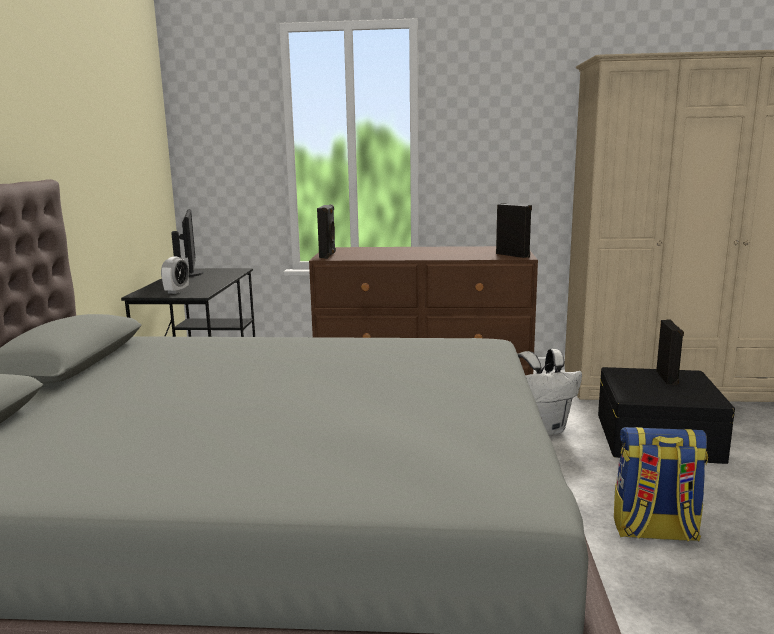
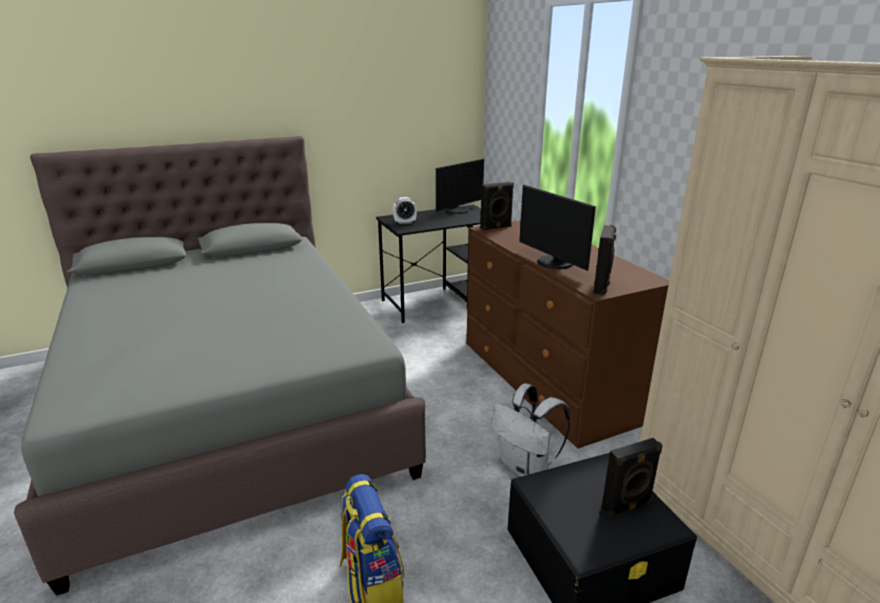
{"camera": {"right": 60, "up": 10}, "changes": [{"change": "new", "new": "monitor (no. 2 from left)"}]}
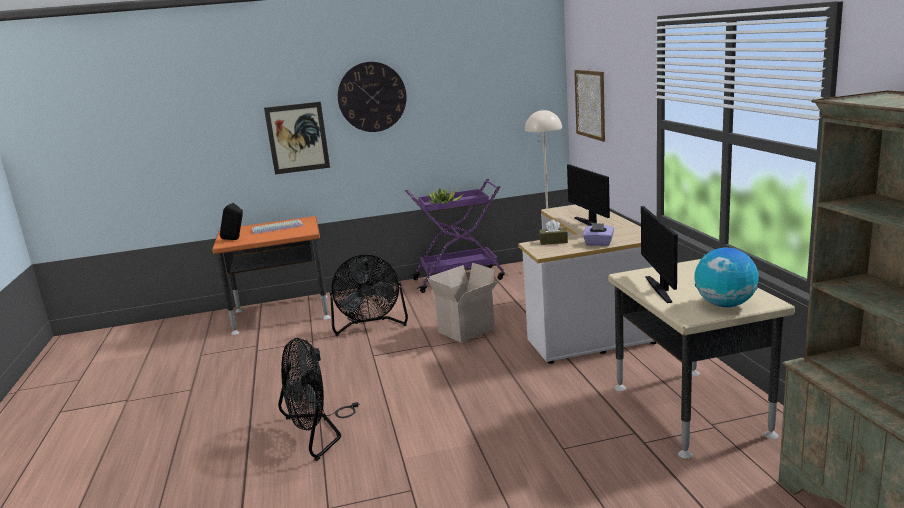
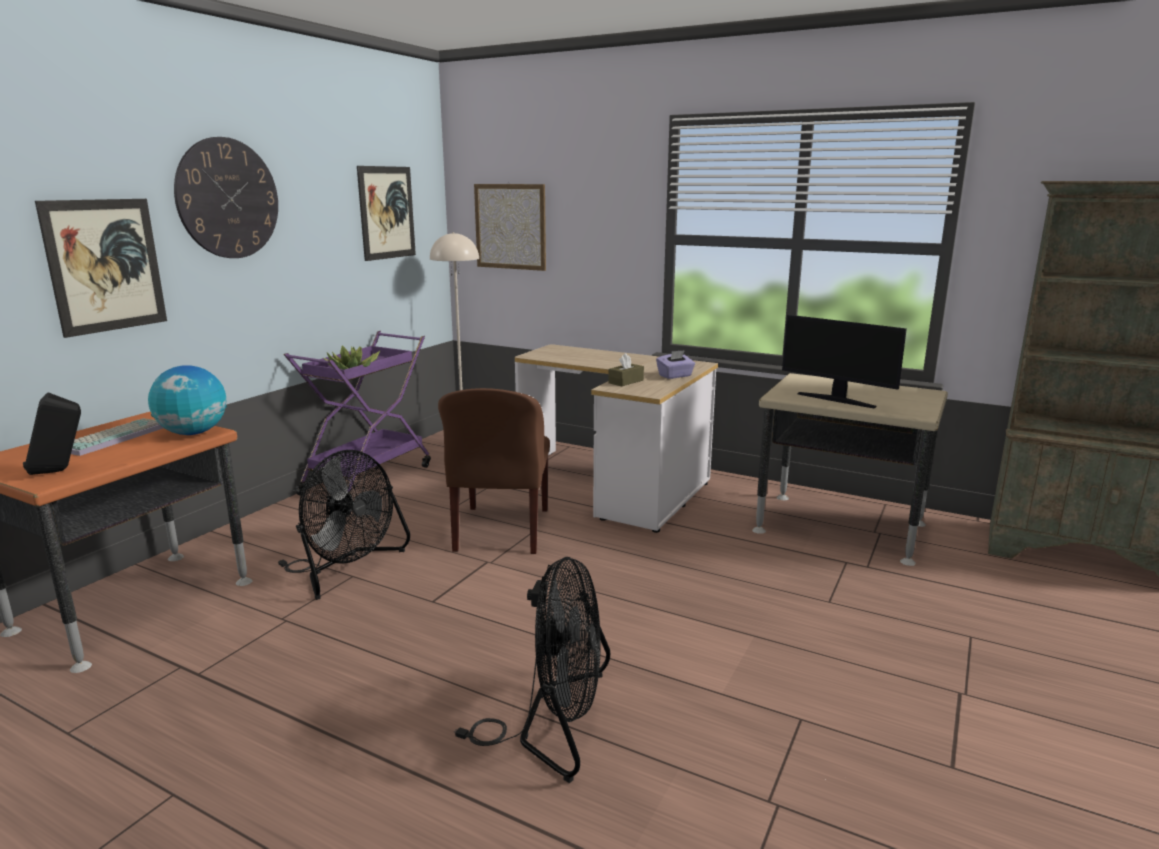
{"camera": {"right": -50, "up": 0}, "changes": [{"change": "shifted", "old": "globe"}, {"change": "new", "new": "picture (no. 2 from left)"}, {"change": "swapped", "old": "cardboard box", "new": "chair in brown"}, {"change": "rotated", "old": "fan in black (no. 1 from left in the first image)", "degrees": -90}, {"change": "gone", "old": "monitor (no. 1 from left)"}]}
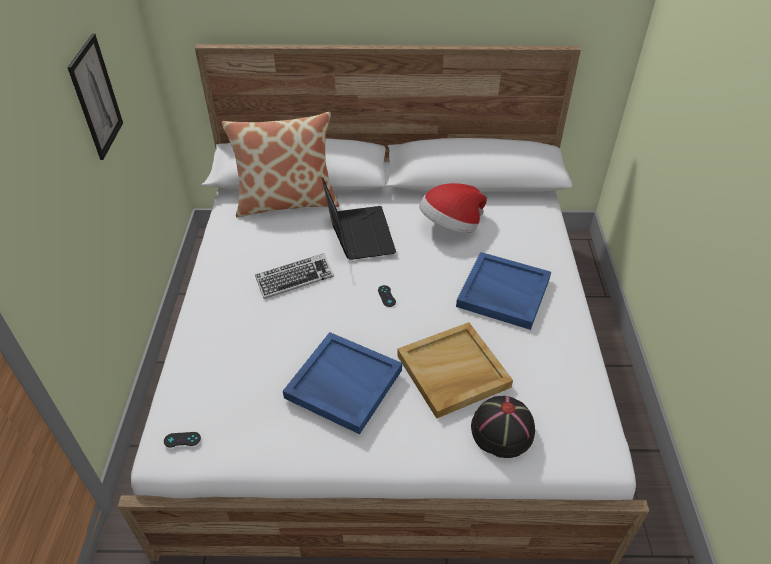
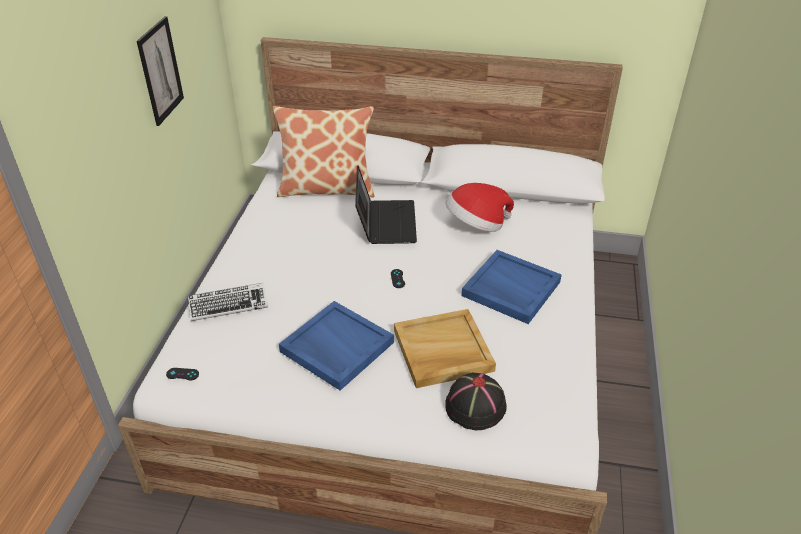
{"camera": {"right": 10, "up": -5}, "changes": [{"change": "shifted", "old": "keyboard"}]}
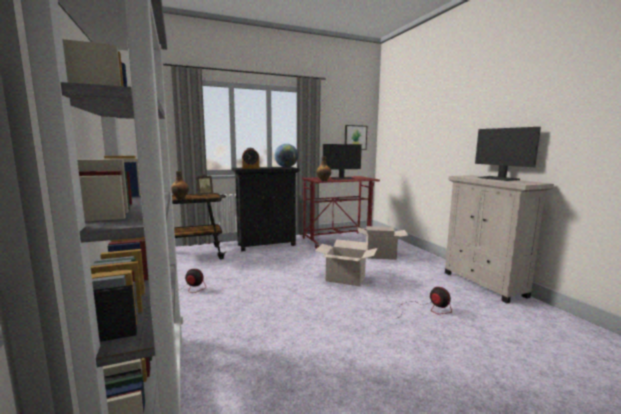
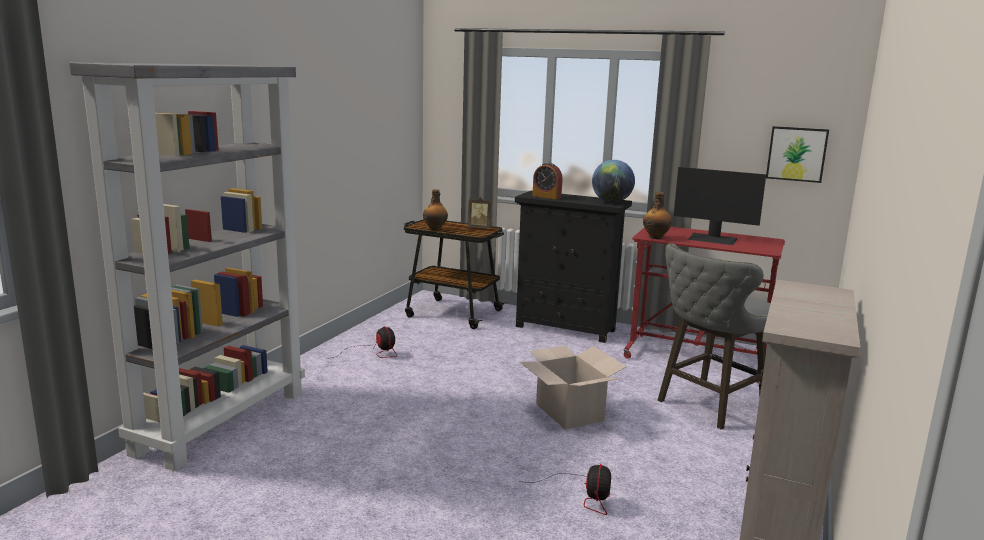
{"camera": {"right": 45, "up": 5}, "changes": [{"change": "swapped", "old": "cardboard box (no. 2 from left)", "new": "stool in grey"}, {"change": "gone", "old": "monitor (no. 2 from left)"}]}
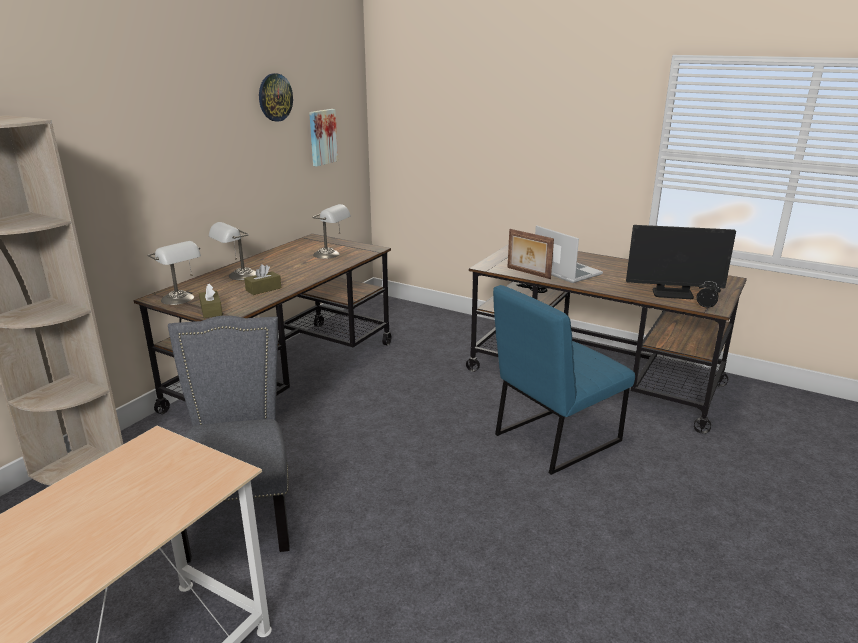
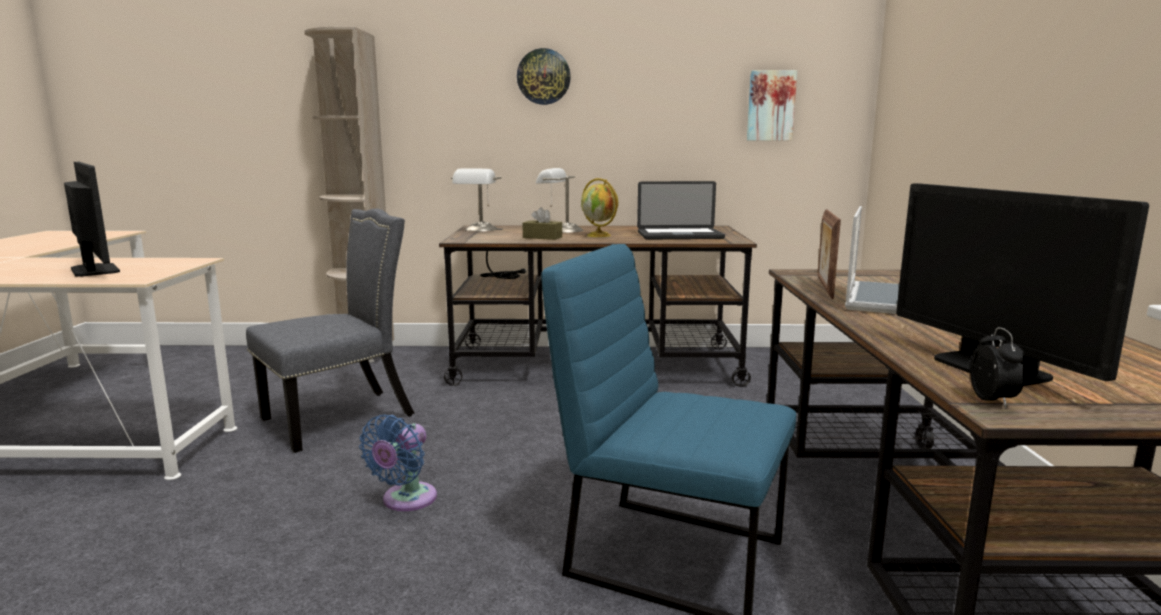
{"camera": {"right": 60, "up": -10}, "changes": [{"change": "new", "new": "monitor (no. 1 from left)"}, {"change": "new", "new": "fan in blue"}, {"change": "shifted", "old": "wall clock"}, {"change": "new", "new": "globe"}, {"change": "swapped", "old": "table lamp in white (no. 3 from left)", "new": "laptop (no. 1 from left)"}, {"change": "gone", "old": "tissue box in brown (no. 1 from left)"}]}
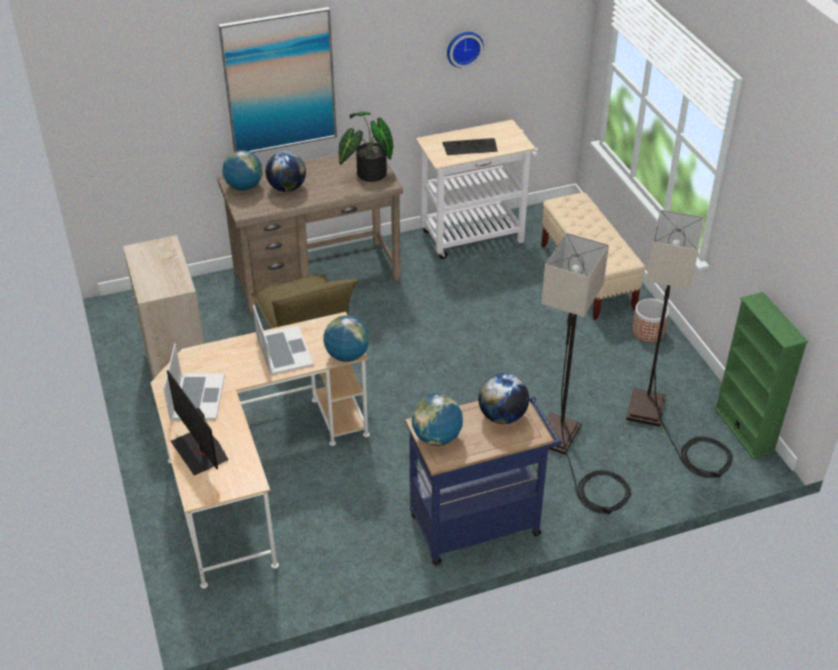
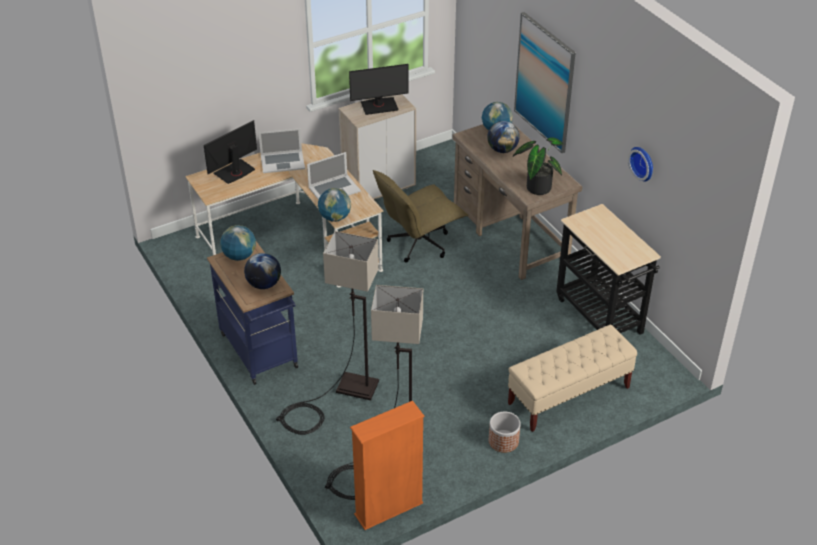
{"camera": {"right": 80, "up": 0}, "changes": [{"change": "new", "new": "monitor (no. 2 from left)"}, {"change": "repainted", "old": "bookcase in green", "new": "bookcase in orange"}, {"change": "repainted", "old": "cart in white", "new": "cart in black"}, {"change": "gone", "old": "keyboard"}]}
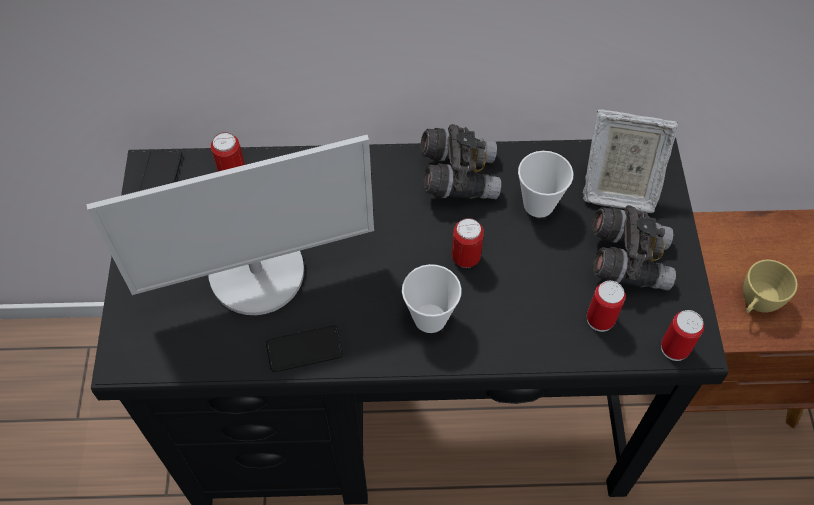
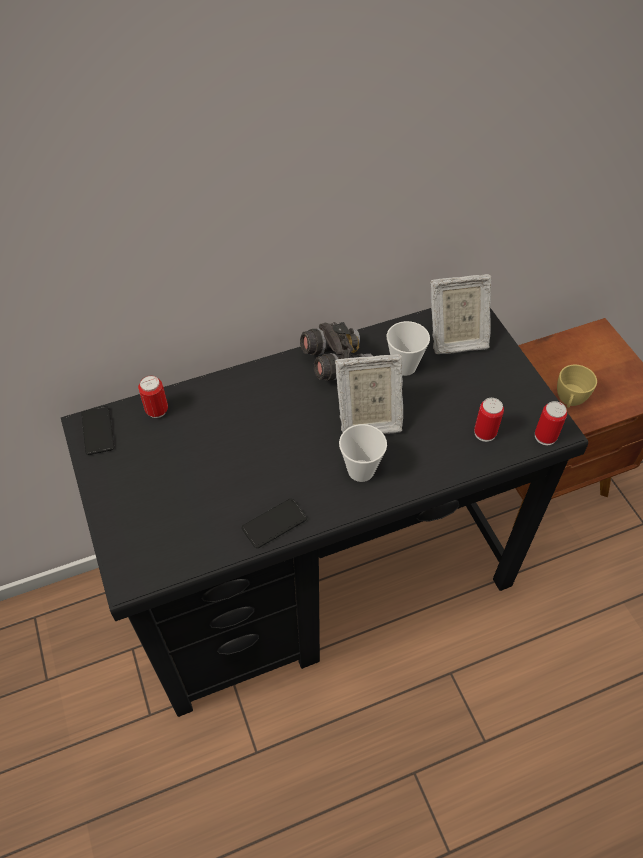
{"camera": {"right": -20, "up": -5}, "changes": [{"change": "swapped", "old": "can (no. 2 from left)", "new": "picture frame (no. 1 from left)"}, {"change": "gone", "old": "monitor"}, {"change": "gone", "old": "binoculars in grey (no. 2 from left)"}]}
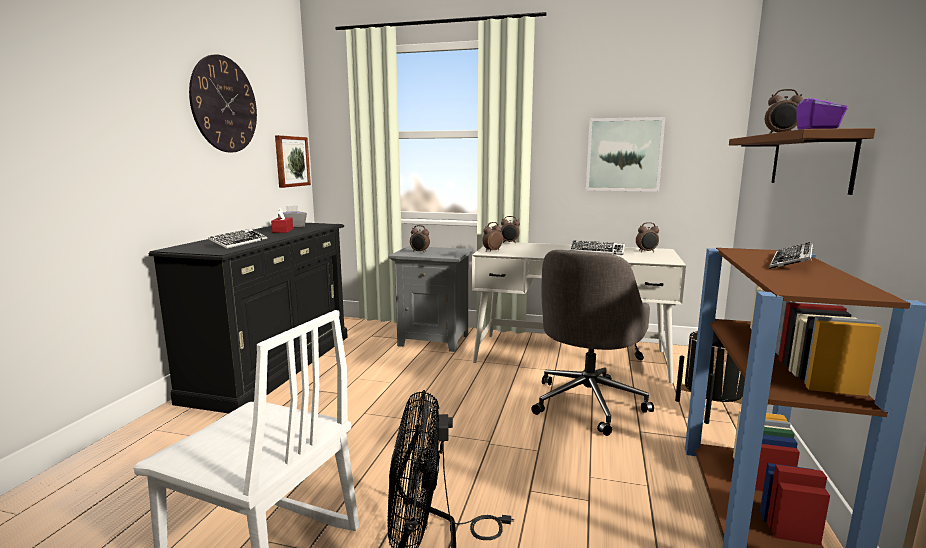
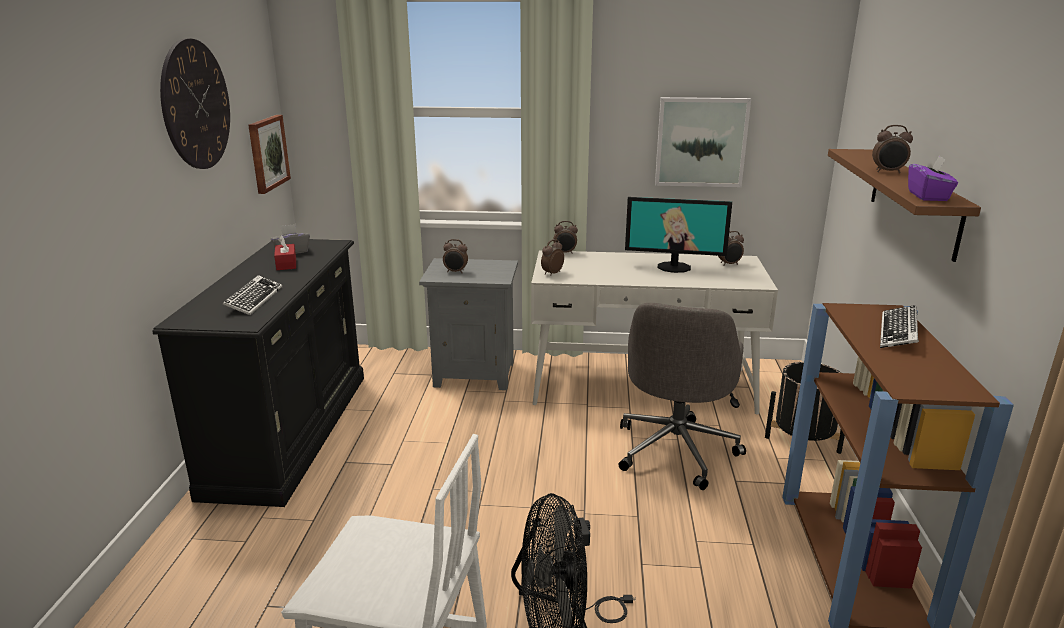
{"camera": {"right": -10, "up": 10}, "changes": [{"change": "swapped", "old": "keyboard (no. 2 from left)", "new": "monitor"}]}
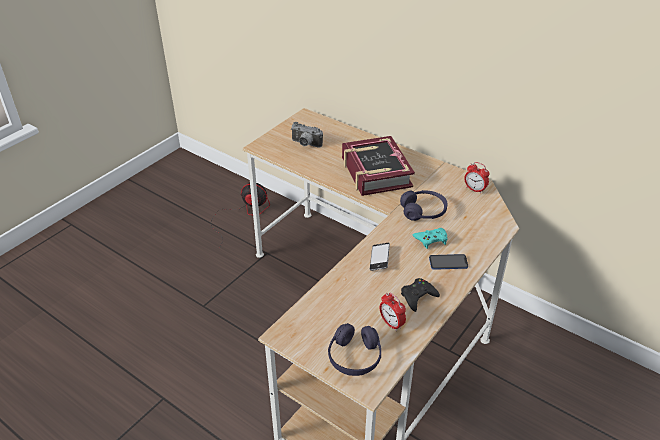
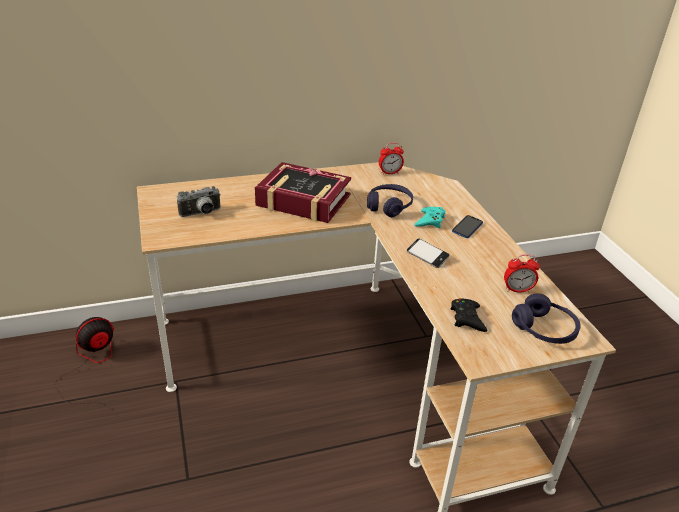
{"camera": {"right": -55, "up": -5}, "changes": [{"change": "shifted", "old": "game controller in black"}]}
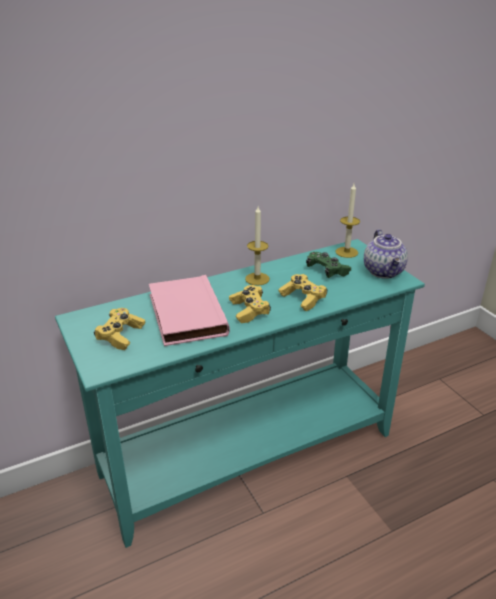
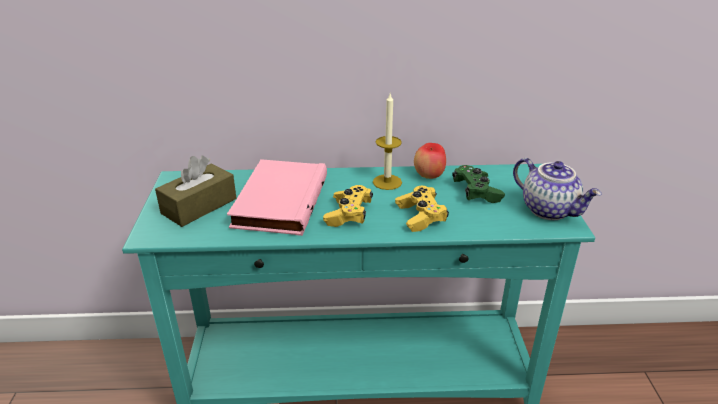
{"camera": {"right": 25, "up": 0}, "changes": [{"change": "swapped", "old": "game controller in yellow (no. 1 from left)", "new": "tissue box in brown"}, {"change": "new", "new": "apple"}, {"change": "rotated", "old": "teapot", "degrees": -60}, {"change": "gone", "old": "candle (no. 2 from left)"}]}
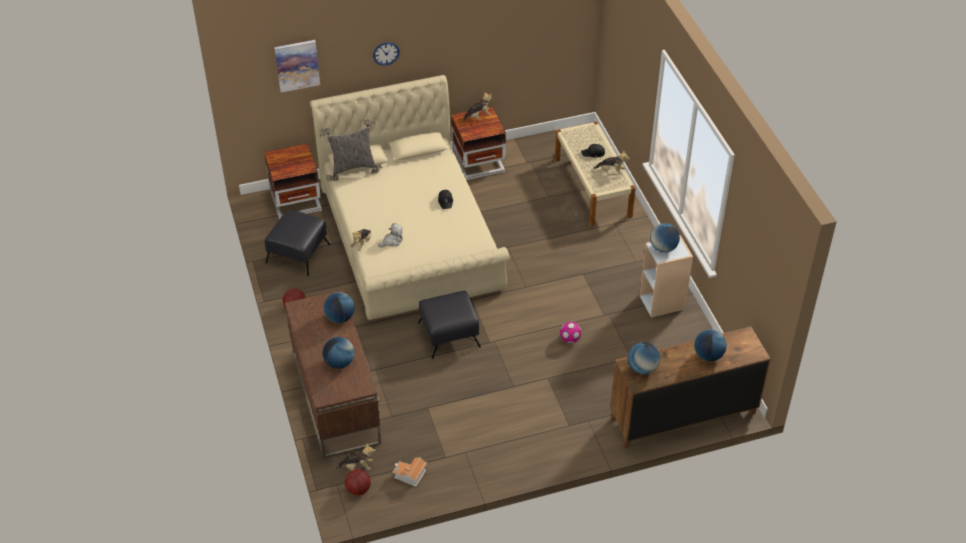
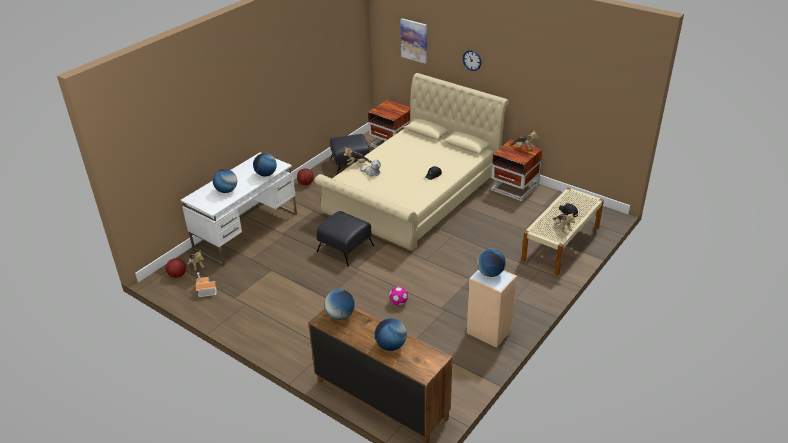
{"camera": {"right": 55, "up": -10}, "changes": [{"change": "repainted", "old": "desk in brown", "new": "desk in white"}, {"change": "gone", "old": "pillow"}]}
